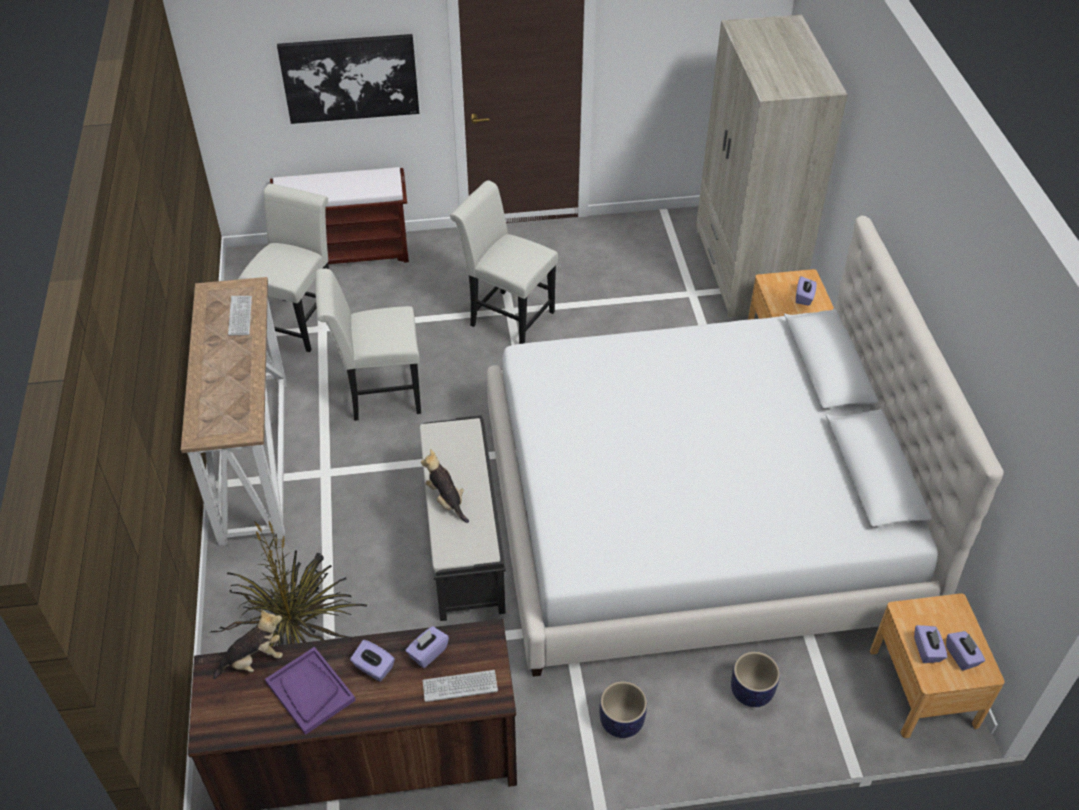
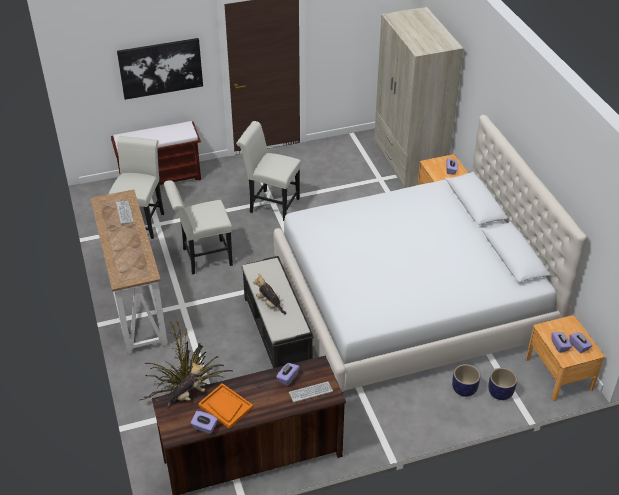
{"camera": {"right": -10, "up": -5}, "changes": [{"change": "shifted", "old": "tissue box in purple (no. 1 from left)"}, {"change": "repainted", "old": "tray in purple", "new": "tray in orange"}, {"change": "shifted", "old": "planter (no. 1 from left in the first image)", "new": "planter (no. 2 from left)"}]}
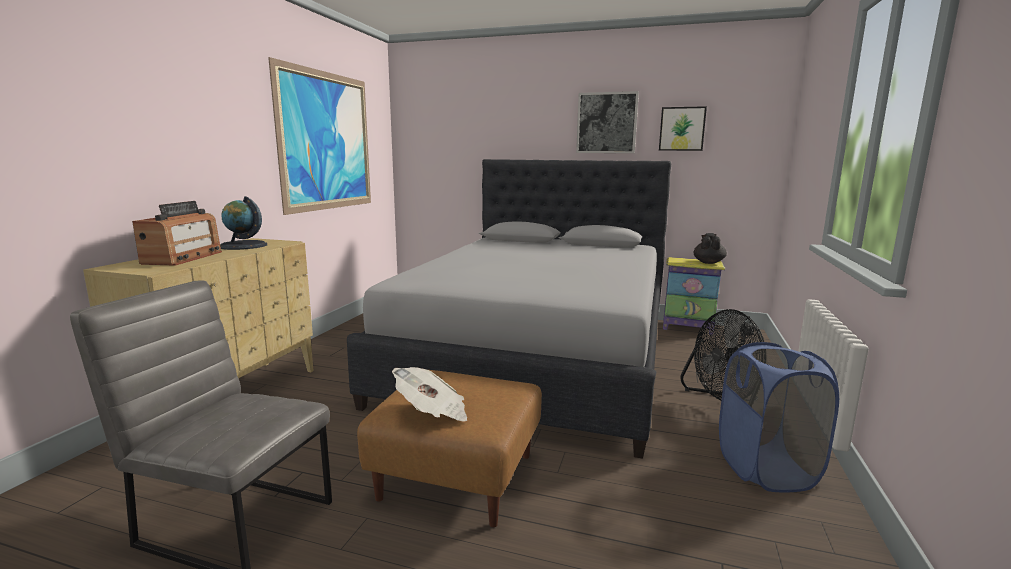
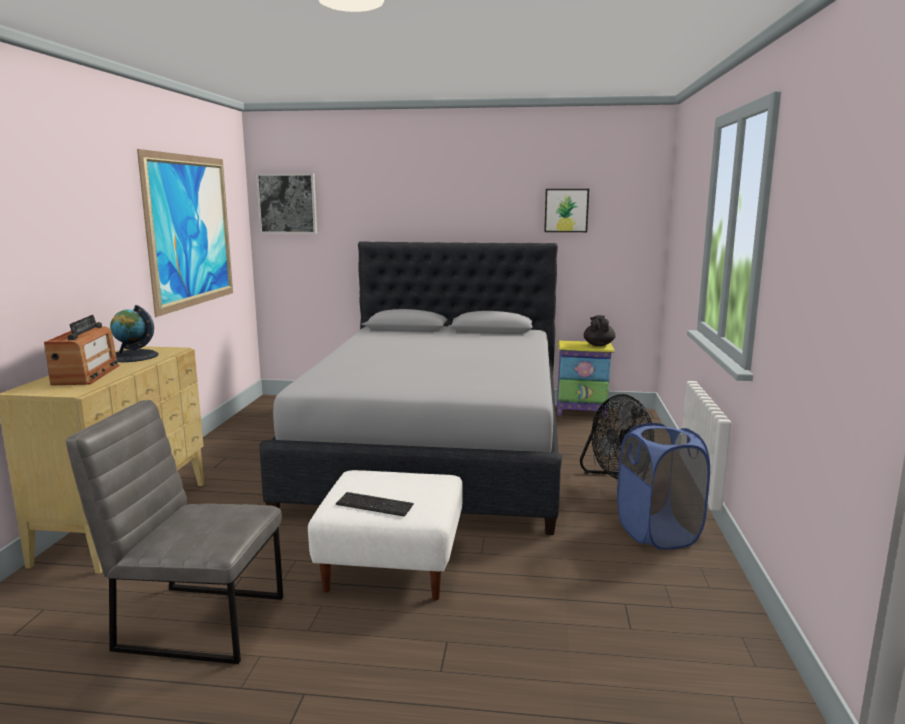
{"camera": {"right": -10, "up": 0}, "changes": [{"change": "shifted", "old": "picture (no. 2 from left)"}, {"change": "repainted", "old": "ottoman in brown", "new": "ottoman in white"}, {"change": "swapped", "old": "newspaper", "new": "keyboard"}]}
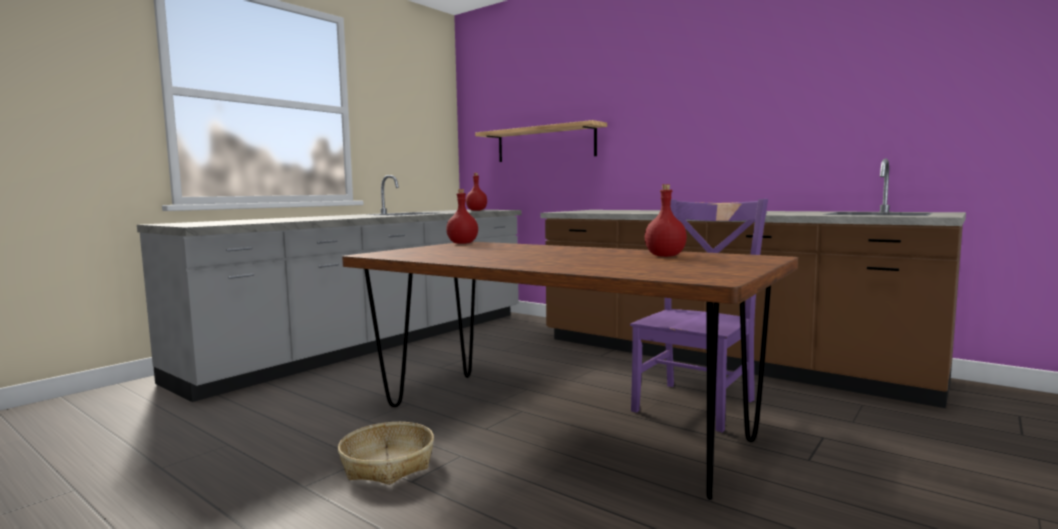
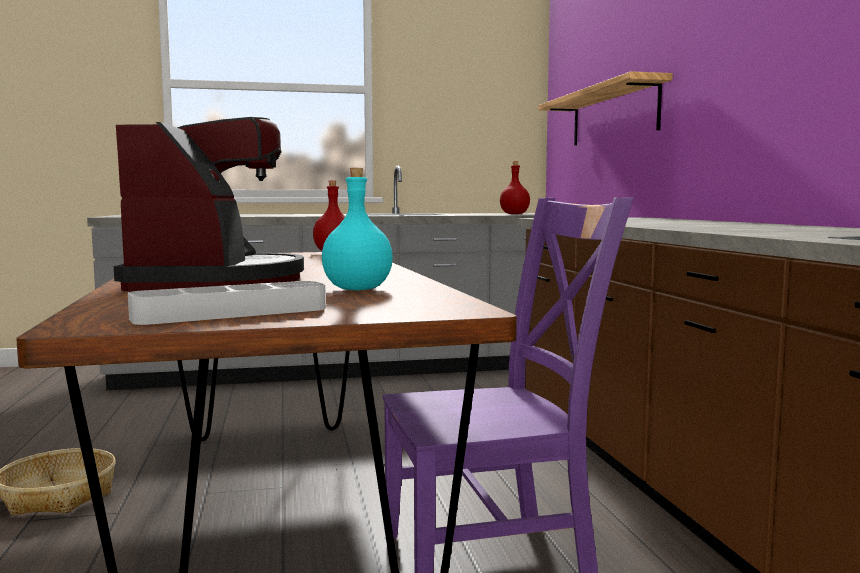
{"camera": {"right": 40, "up": 0}, "changes": [{"change": "new", "new": "coffee machine"}, {"change": "new", "new": "tray in grey"}, {"change": "repainted", "old": "bottle in red (no. 3 from left)", "new": "bottle in turquoise"}]}
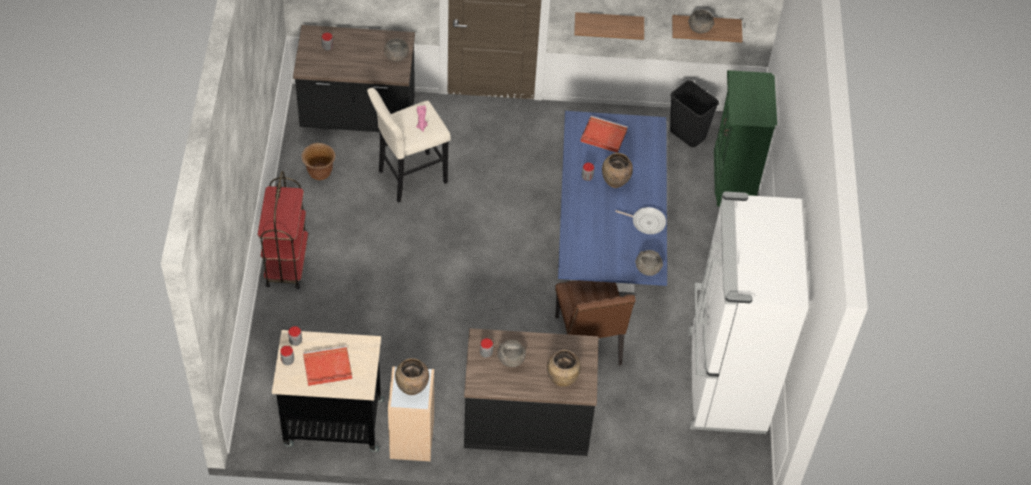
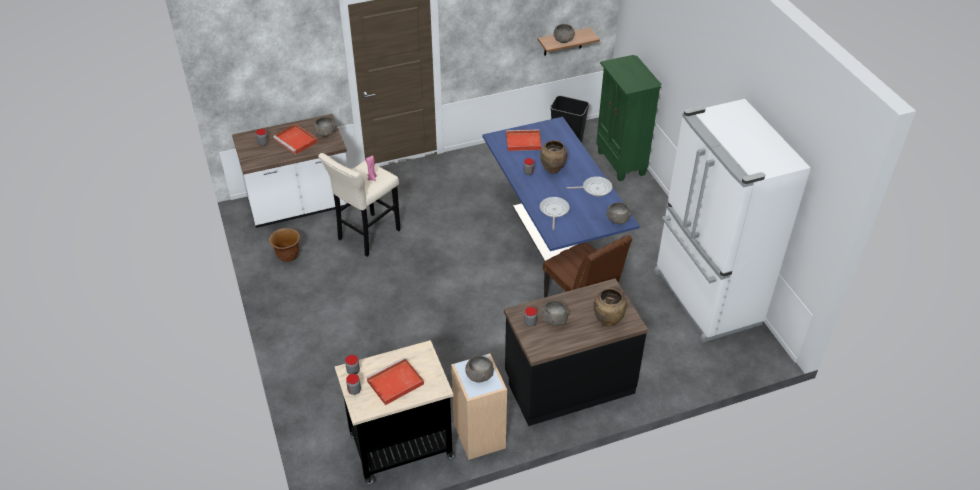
{"camera": {"right": -20, "up": -10}, "changes": [{"change": "repainted", "old": "counter in black (no. 1 from left)", "new": "counter in white"}, {"change": "new", "new": "tray in red (no. 1 from left)"}, {"change": "swapped", "old": "vase in brown (no. 1 from left)", "new": "bowl in grey (no. 2 from left)"}, {"change": "new", "new": "frying pan (no. 1 from left)"}, {"change": "gone", "old": "cart in red"}, {"change": "gone", "old": "shelf (no. 1 from left)"}]}
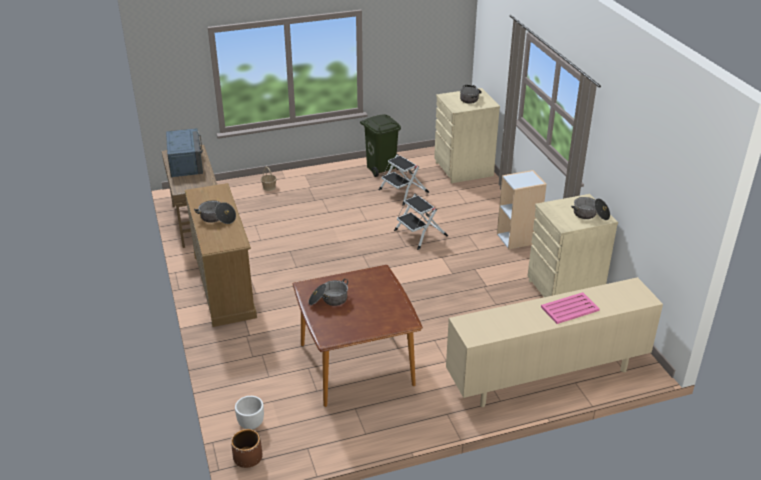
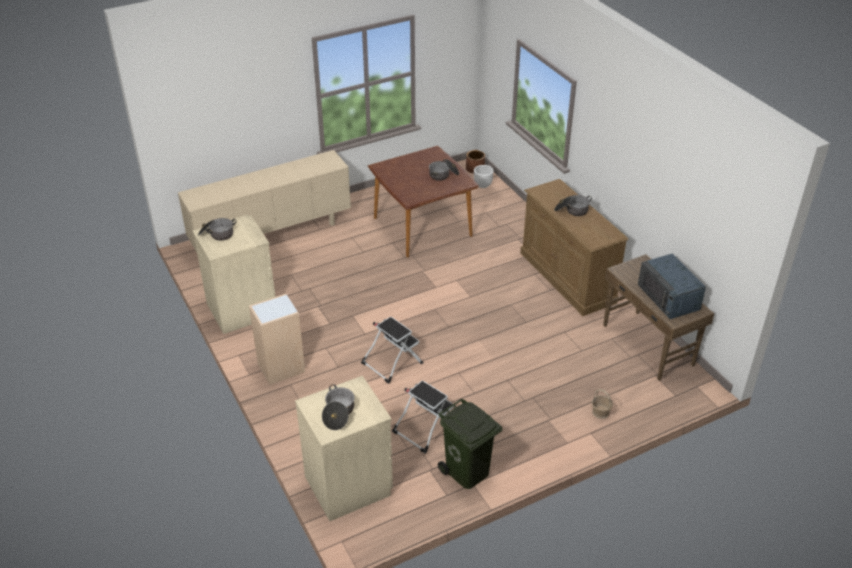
{"camera": {"right": 170, "up": 5}, "changes": [{"change": "gone", "old": "tray in pink"}]}
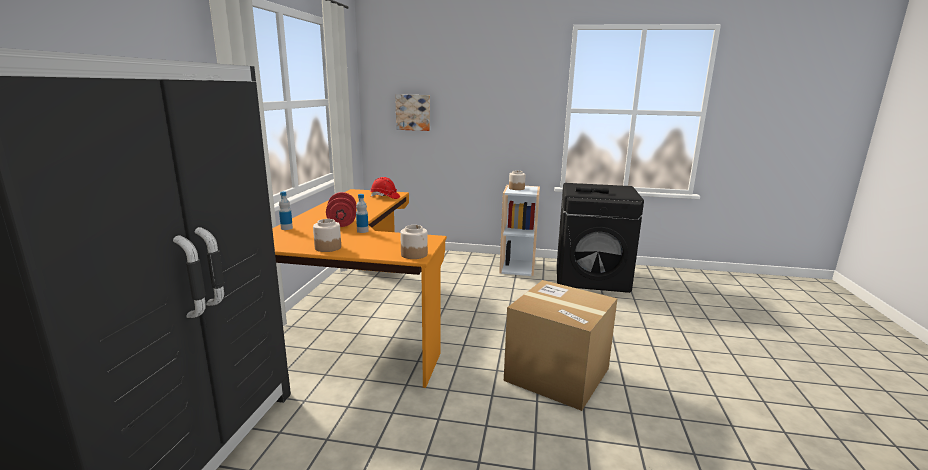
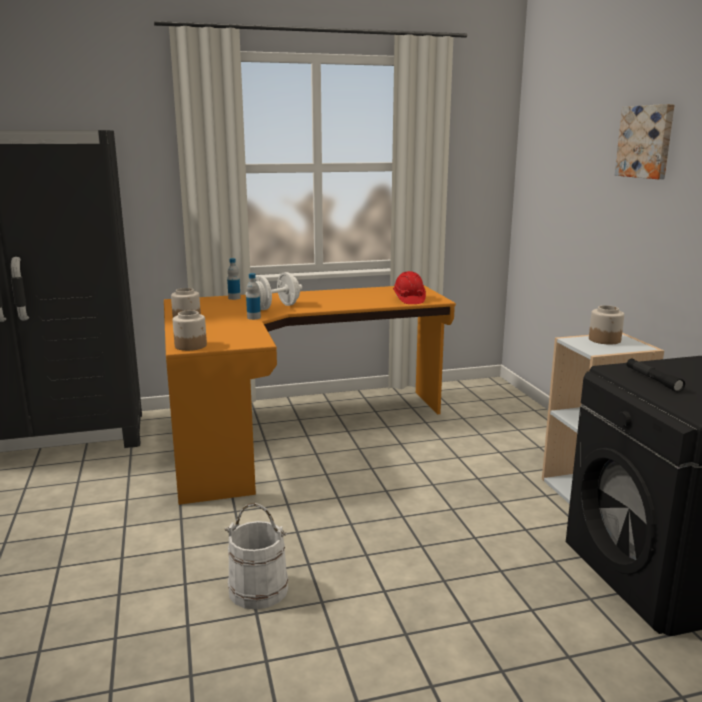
{"camera": {"right": 65, "up": 0}, "changes": [{"change": "swapped", "old": "cardboard box", "new": "bucket in white"}, {"change": "repainted", "old": "dumbbell in red", "new": "dumbbell in white"}, {"change": "shifted", "old": "picture"}]}
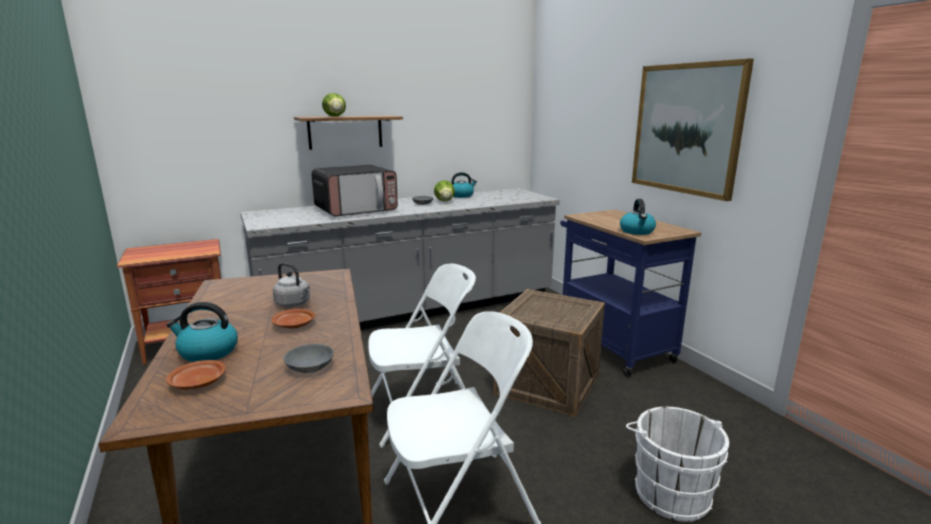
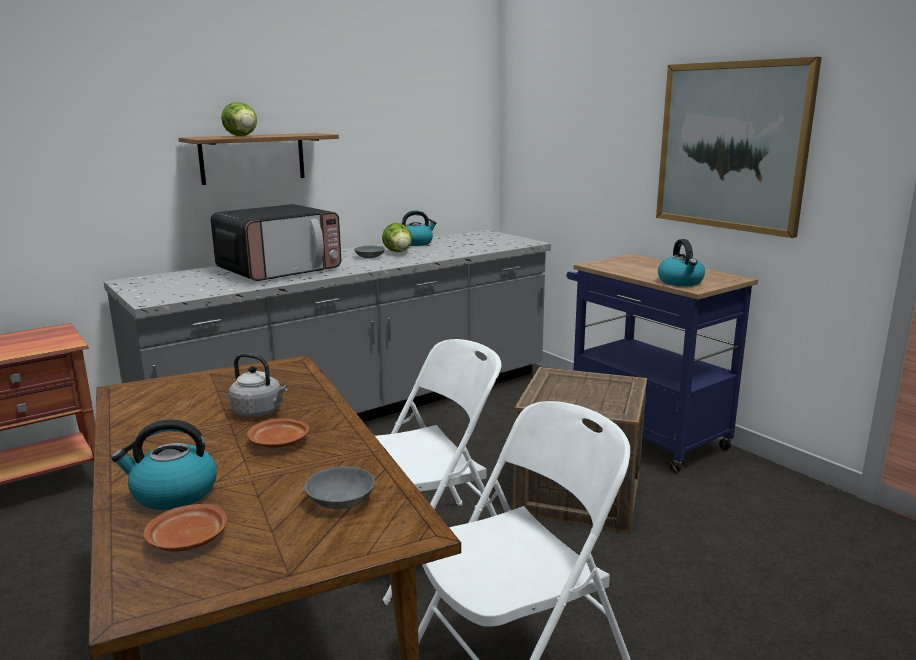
{"camera": {"right": -10, "up": 0}, "changes": [{"change": "gone", "old": "bucket in white"}]}
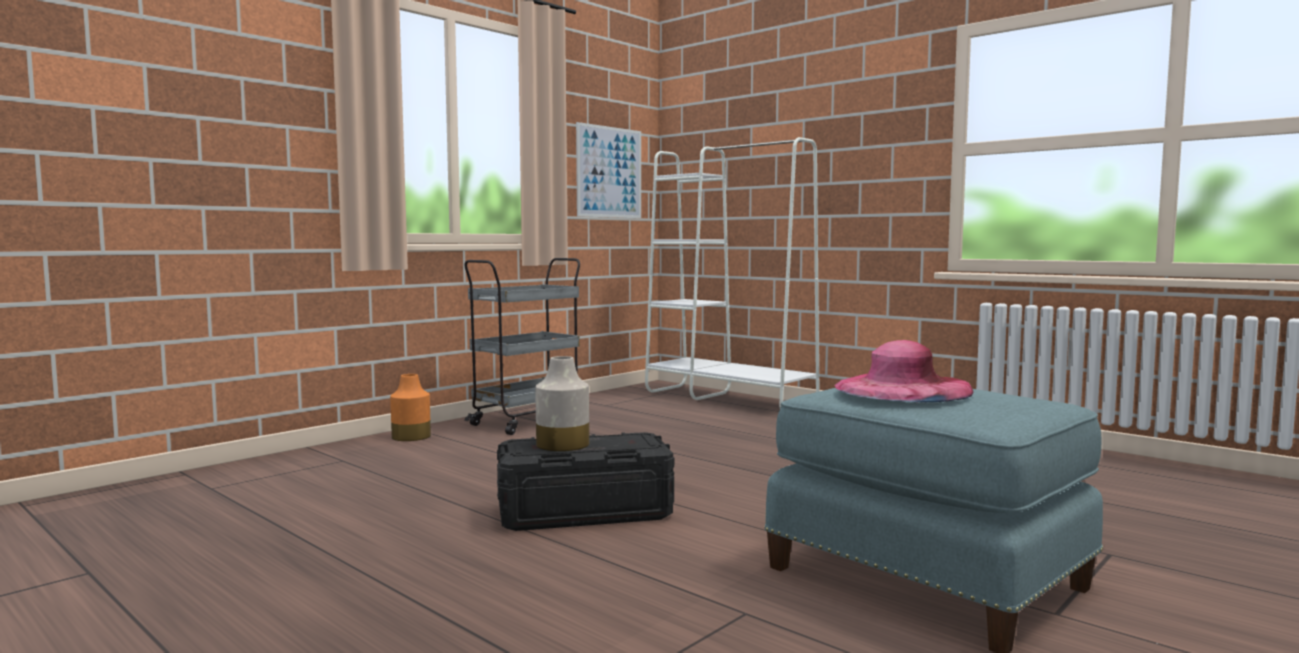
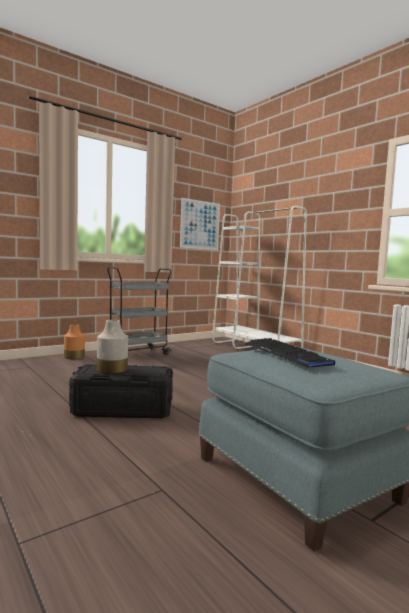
{"camera": {"right": 10, "up": 0}, "changes": [{"change": "swapped", "old": "hat in pink", "new": "keyboard"}]}
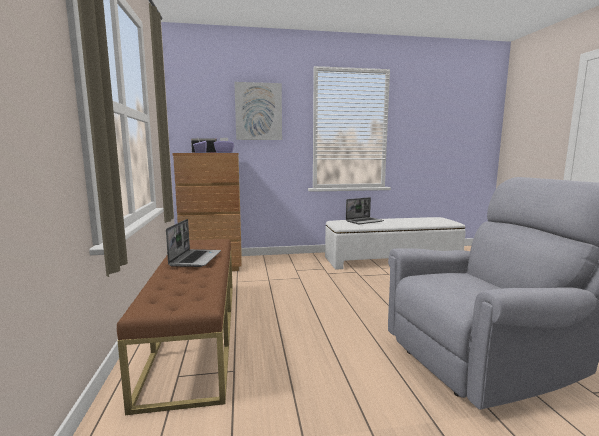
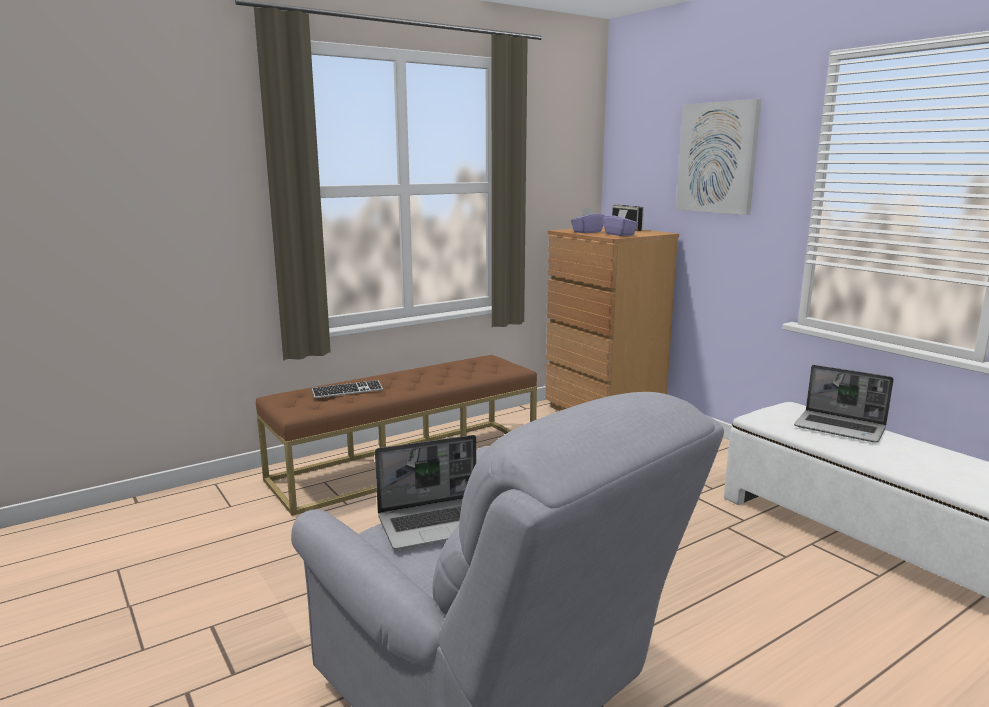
{"camera": {"right": 65, "up": 5}, "changes": [{"change": "new", "new": "keyboard"}, {"change": "shifted", "old": "laptop (no. 1 from left)"}]}
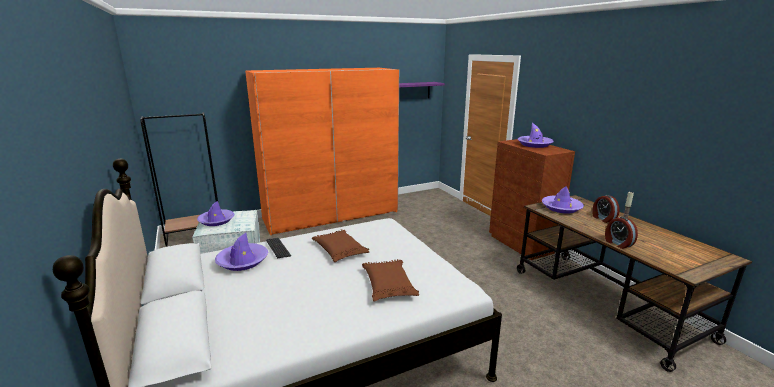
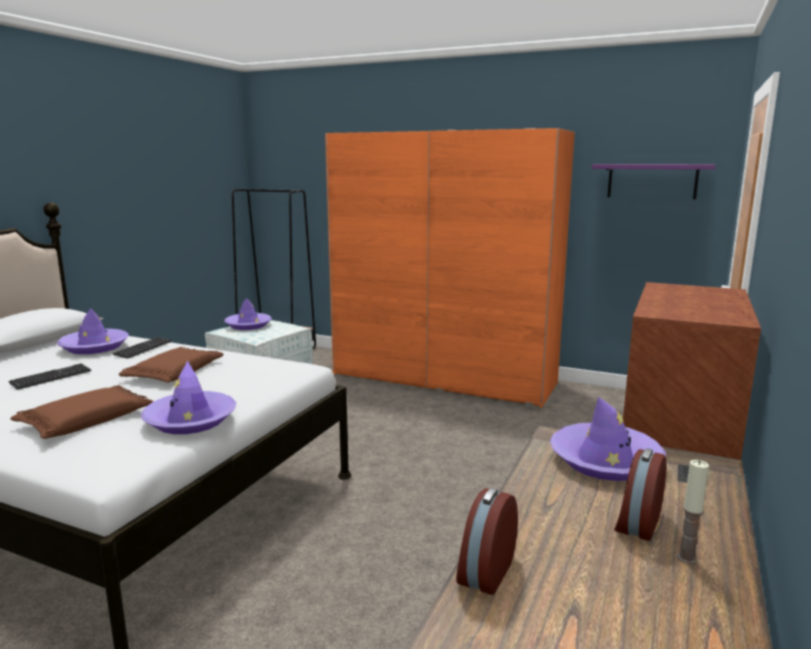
{"camera": {"right": 50, "up": -5}, "changes": [{"change": "new", "new": "keyboard (no. 1 from left)"}, {"change": "shifted", "old": "hat in purple (no. 3 from left in the first image)", "new": "hat in purple (no. 2 from left)"}]}
